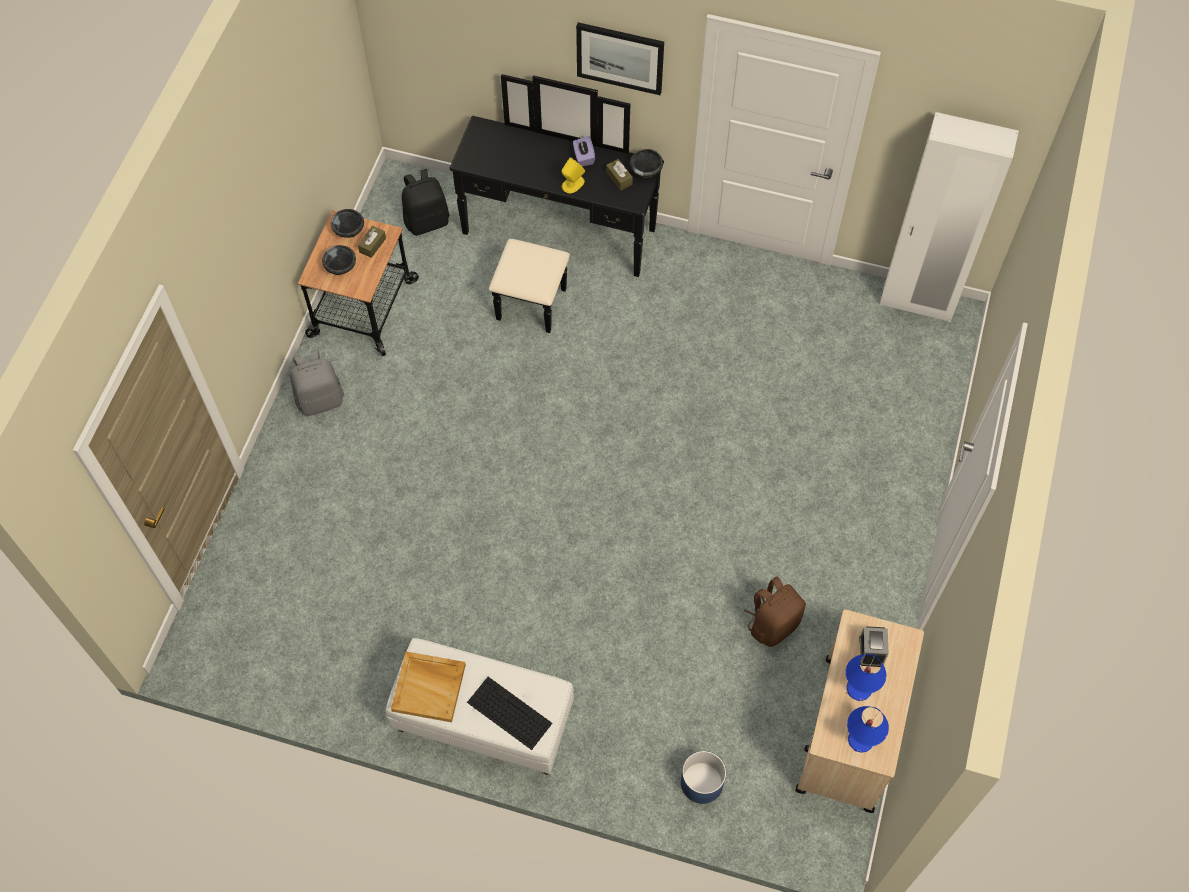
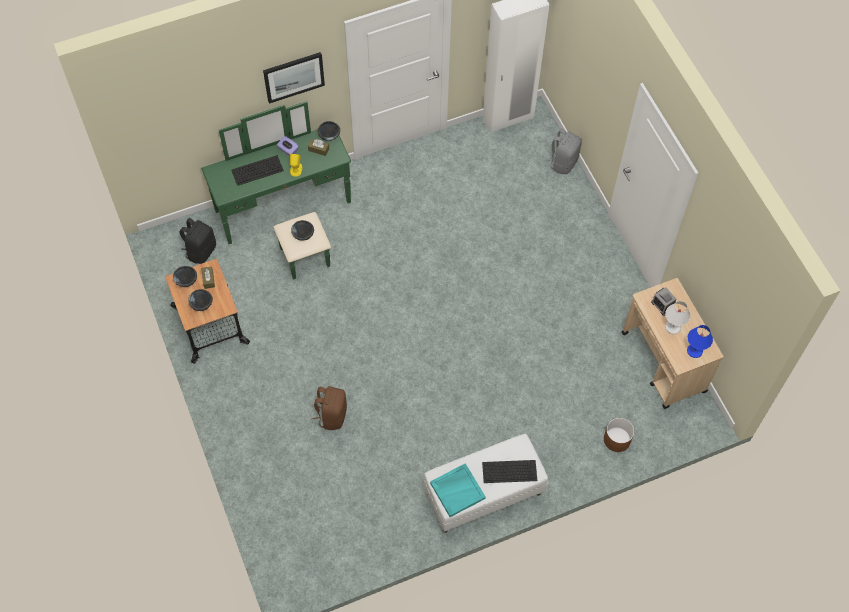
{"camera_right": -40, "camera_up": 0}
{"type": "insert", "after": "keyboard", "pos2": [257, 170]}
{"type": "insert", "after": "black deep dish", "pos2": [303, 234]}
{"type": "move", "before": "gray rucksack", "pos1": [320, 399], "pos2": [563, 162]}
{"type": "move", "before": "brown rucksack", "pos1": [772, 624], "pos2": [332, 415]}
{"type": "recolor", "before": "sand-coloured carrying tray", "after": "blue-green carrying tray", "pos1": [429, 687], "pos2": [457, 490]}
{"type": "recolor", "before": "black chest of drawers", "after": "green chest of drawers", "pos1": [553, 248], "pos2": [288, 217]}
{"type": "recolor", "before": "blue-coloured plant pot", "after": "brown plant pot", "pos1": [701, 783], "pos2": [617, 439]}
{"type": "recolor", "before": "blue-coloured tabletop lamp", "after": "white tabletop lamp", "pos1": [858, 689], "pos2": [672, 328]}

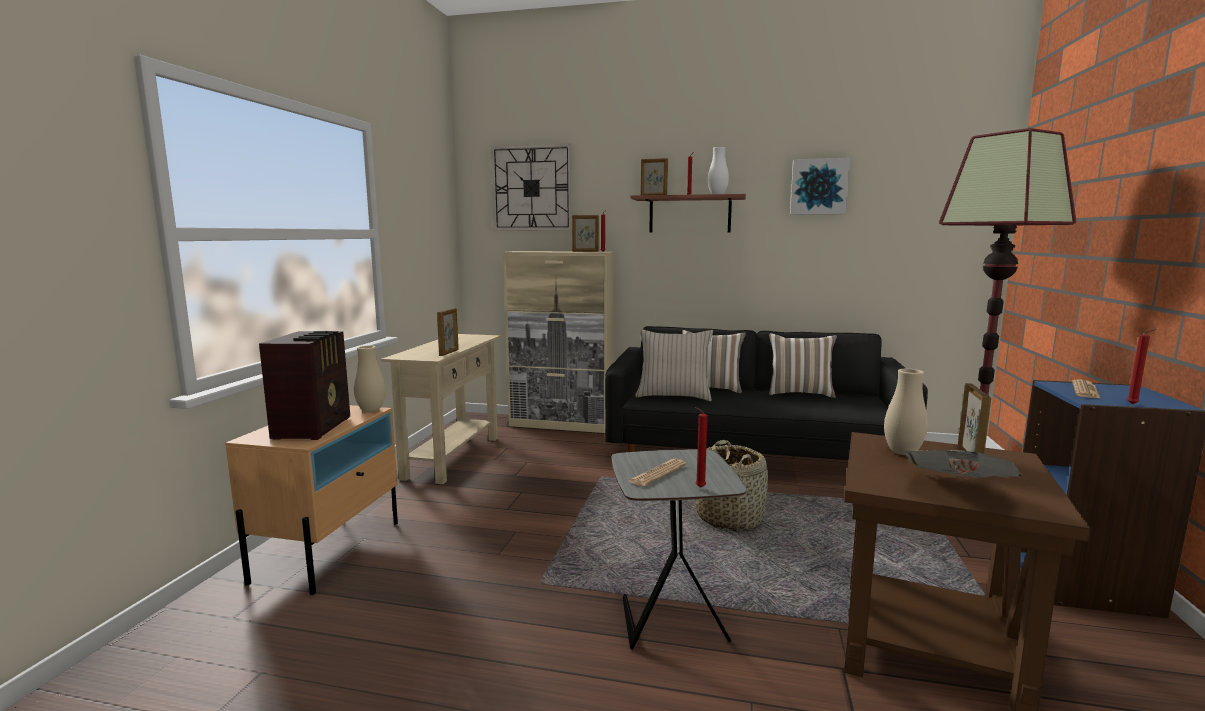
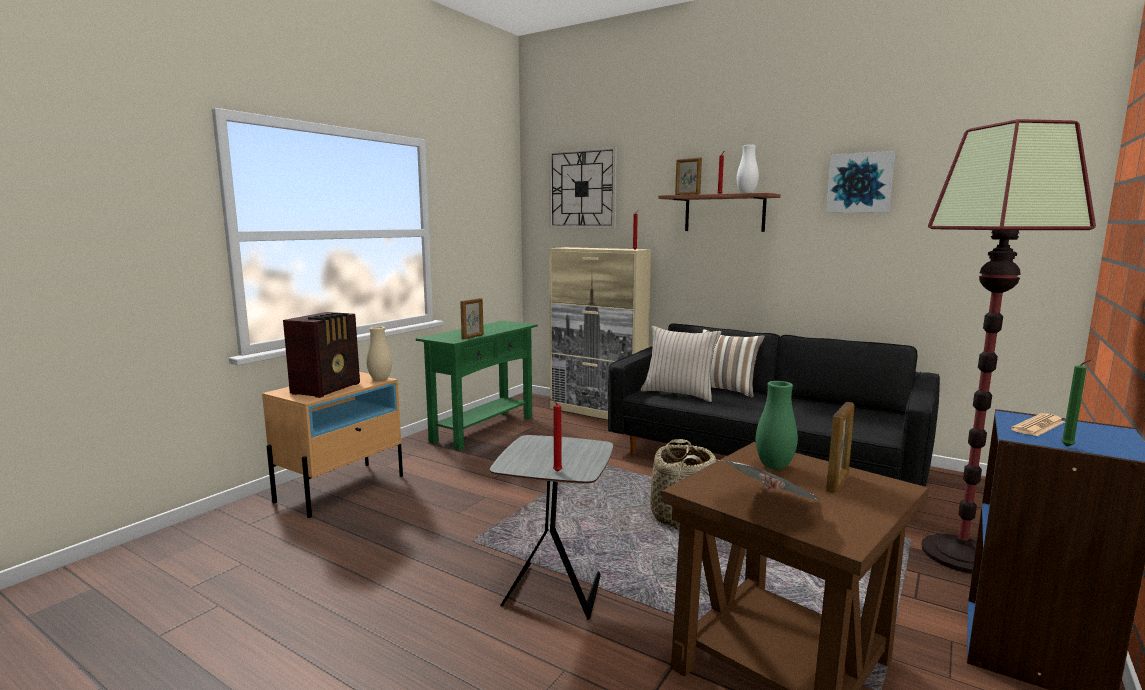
{"camera_right": 20, "camera_up": 0}
{"type": "delete", "before": "picture frame", "pos1": [585, 251]}
{"type": "delete", "before": "newspaper", "pos1": [658, 473]}
{"type": "delete", "before": "throw pillow", "pos1": [800, 393]}
{"type": "recolor", "before": "sand-coloured hall table", "after": "green hall table", "pos1": [452, 457], "pos2": [483, 429]}
{"type": "recolor", "before": "sand-coloured decorative vase", "after": "green decorative vase", "pos1": [902, 452], "pos2": [774, 466]}
{"type": "recolor", "before": "red-coloured candle", "after": "green candle", "pos1": [1134, 404], "pos2": [1069, 447]}

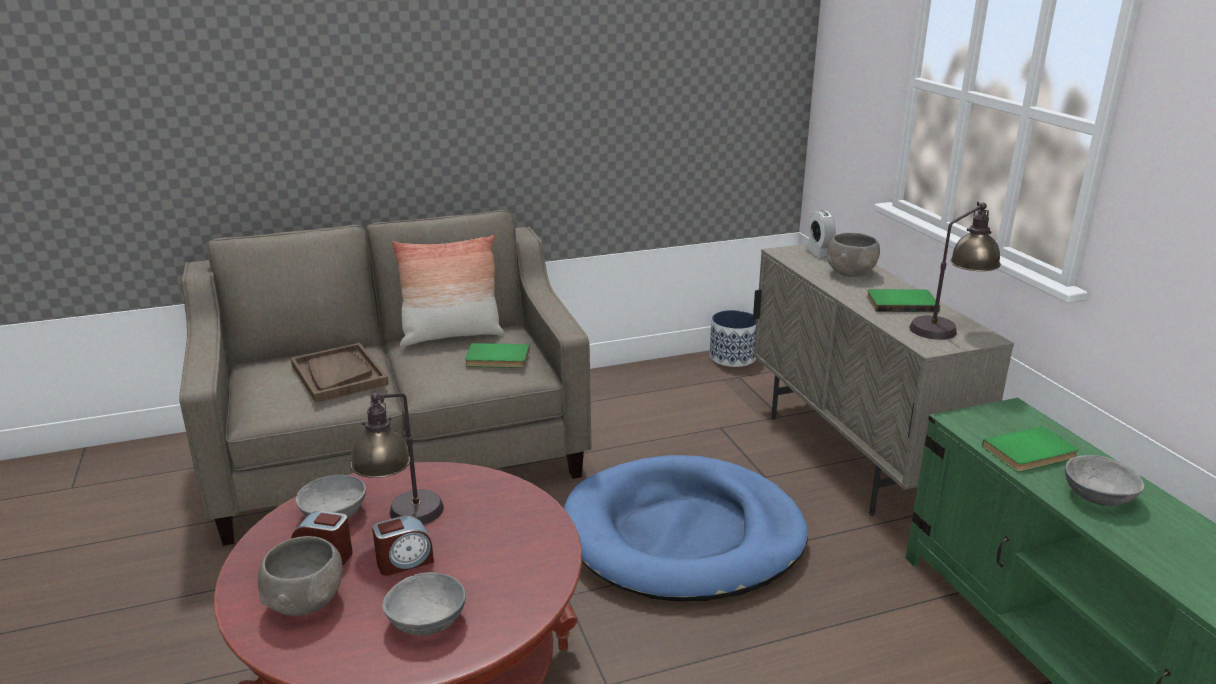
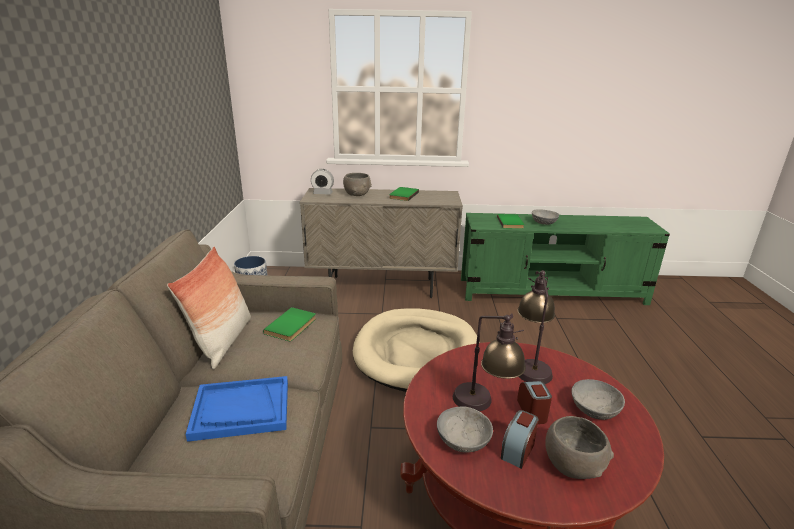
{"camera_right": -70, "camera_up": 0}
{"type": "move", "before": "tabletop lamp", "pos1": [948, 328], "pos2": [531, 364]}
{"type": "recolor", "before": "brown carrying tray", "after": "blue-coloured carrying tray", "pos1": [339, 375], "pos2": [241, 410]}
{"type": "recolor", "before": "blue-coloured dog bed", "after": "sand-coloured dog bed", "pos1": [683, 535], "pos2": [417, 352]}

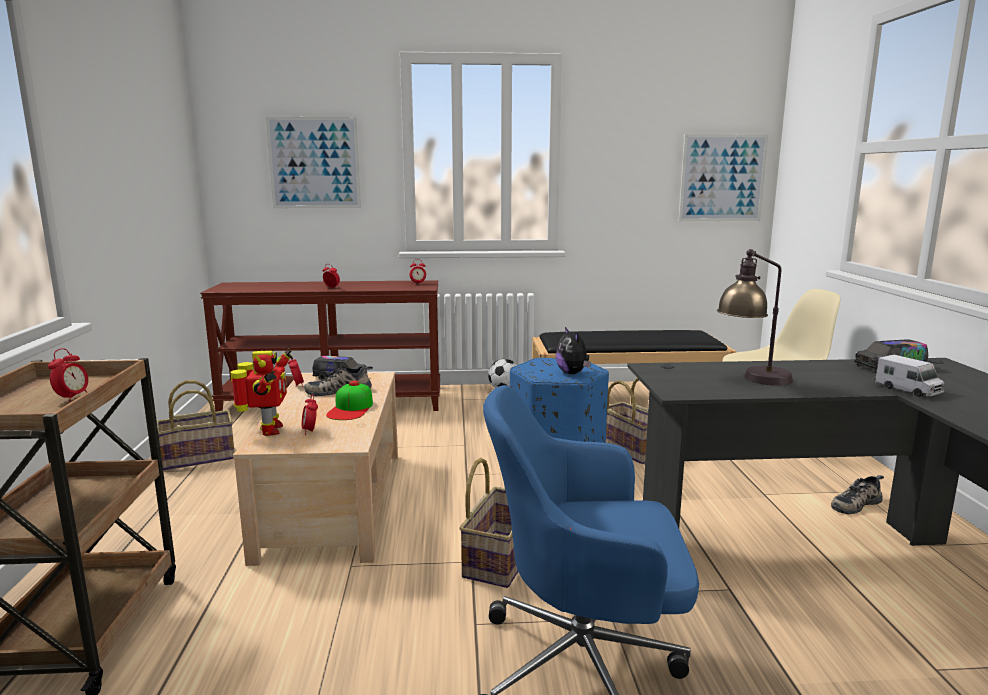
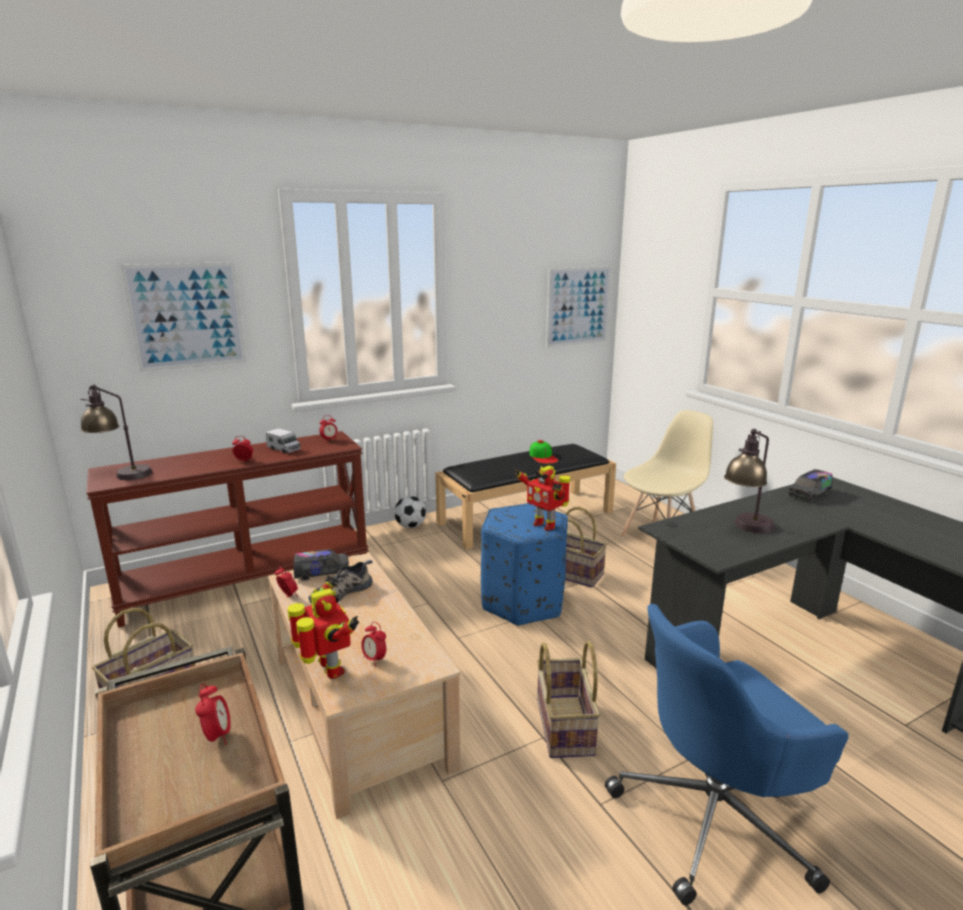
{"camera_right": -25, "camera_up": 5}
{"type": "delete", "before": "shoe", "pos1": [855, 503]}
{"type": "insert", "after": "tabletop lamp", "pos2": [121, 474]}
{"type": "move", "before": "peaked cap", "pos1": [351, 408], "pos2": [543, 457]}
{"type": "move", "before": "toy lorry", "pos1": [908, 390], "pos2": [284, 449]}
{"type": "replace", "before": "plush toy", "after": "robot figure", "pos1": [573, 373], "pos2": [544, 525]}

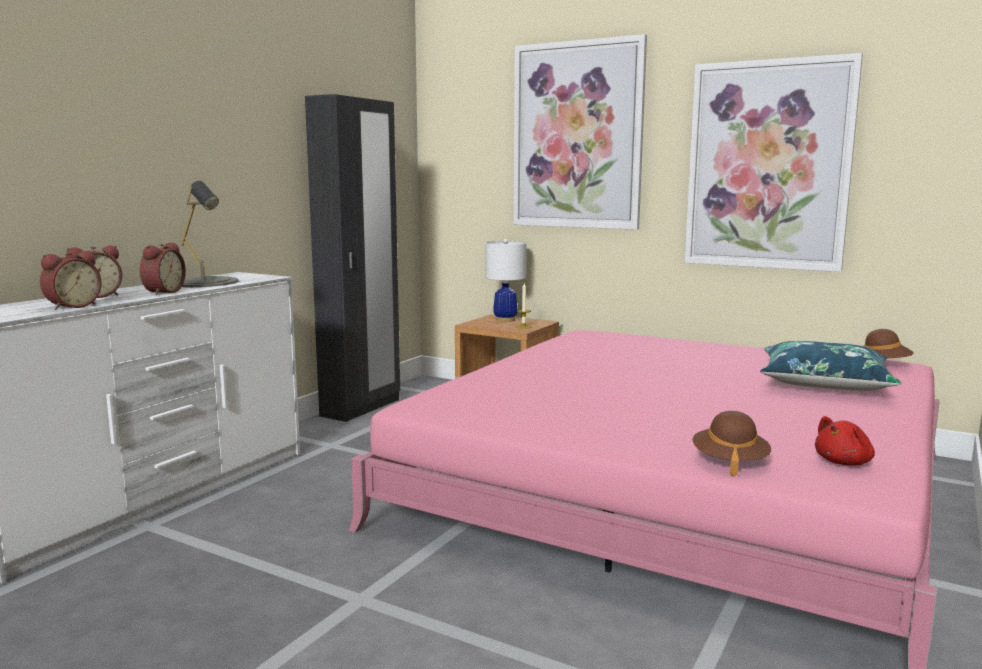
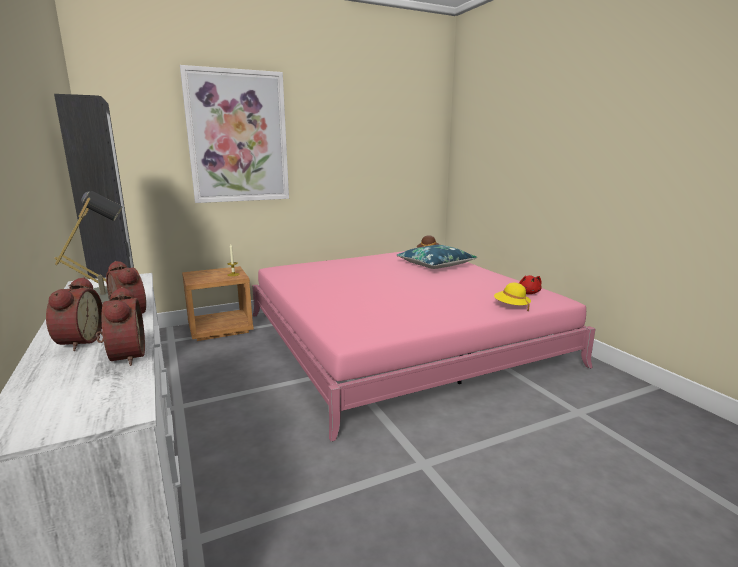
{"camera_right": -55, "camera_up": 5}
{"type": "delete", "before": "white tabletop lamp", "pos1": [505, 320]}
{"type": "delete", "before": "picture", "pos1": [768, 165]}
{"type": "recolor", "before": "brown hat", "after": "yellowish hat", "pos1": [729, 462], "pos2": [511, 306]}

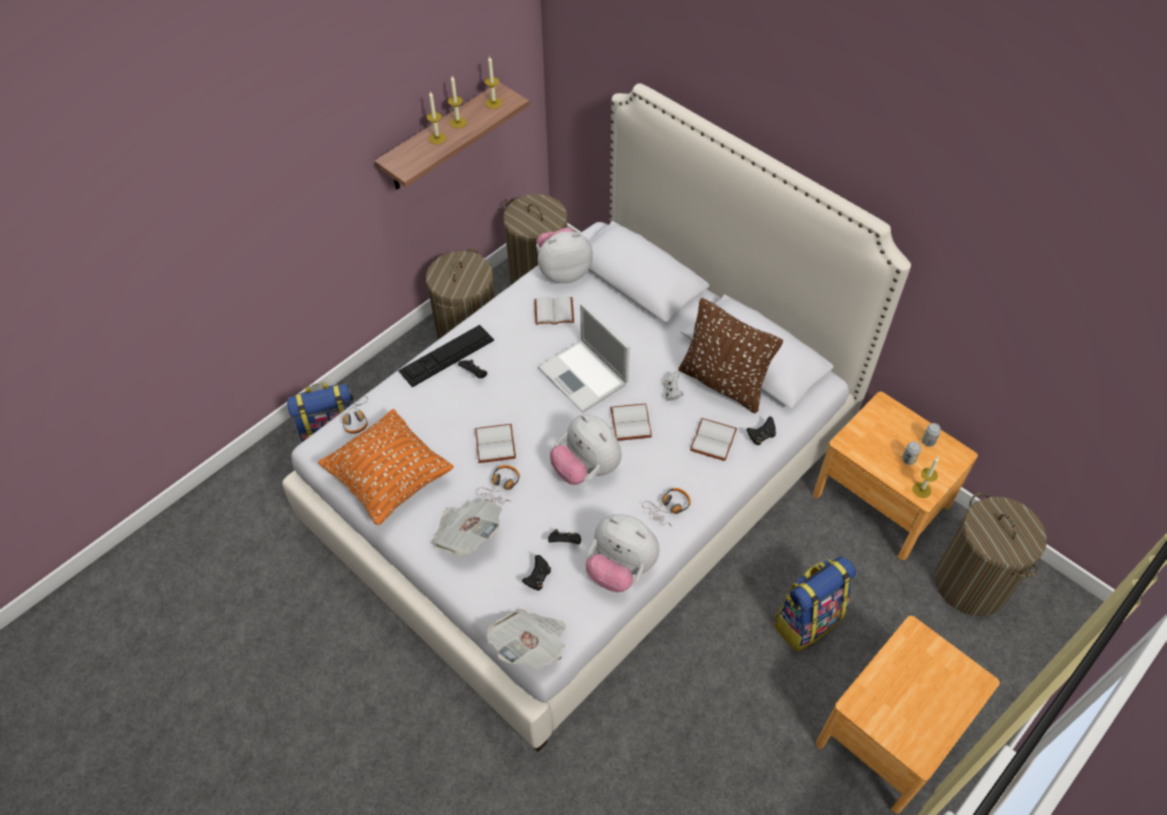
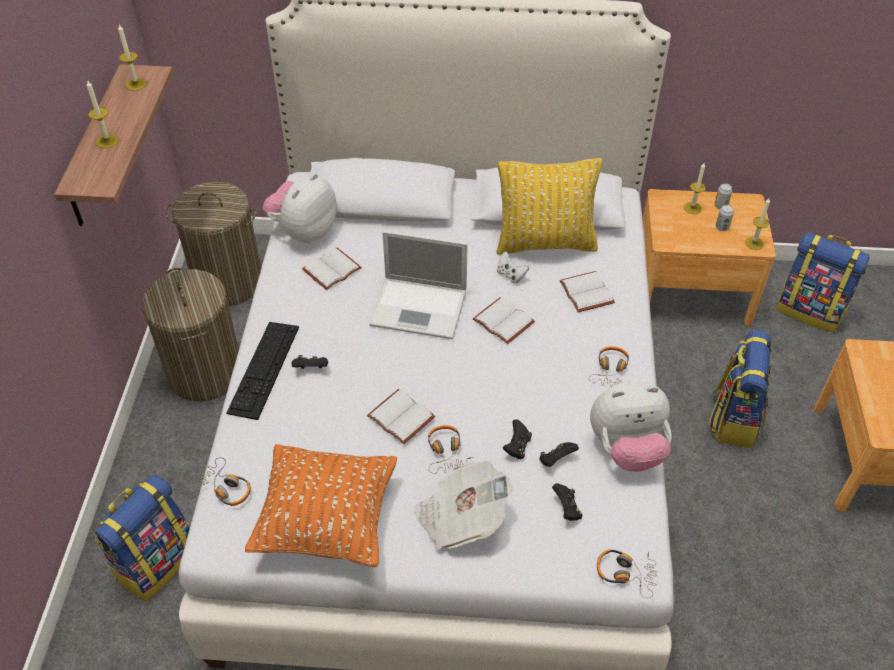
{"camera_right": -40, "camera_up": -5}
{"type": "delete", "before": "plush toy", "pos1": [586, 468]}
{"type": "move", "before": "candle", "pos1": [458, 122], "pos2": [692, 208]}
{"type": "move", "before": "black joypad", "pos1": [761, 436], "pos2": [517, 447]}
{"type": "replace", "before": "newspaper", "after": "headphones", "pos1": [531, 646], "pos2": [626, 573]}
{"type": "replace", "before": "hamper", "after": "rucksack", "pos1": [971, 583], "pos2": [810, 310]}
{"type": "recolor", "before": "brown throw pillow", "after": "yellowish throw pillow", "pos1": [723, 383], "pos2": [545, 243]}

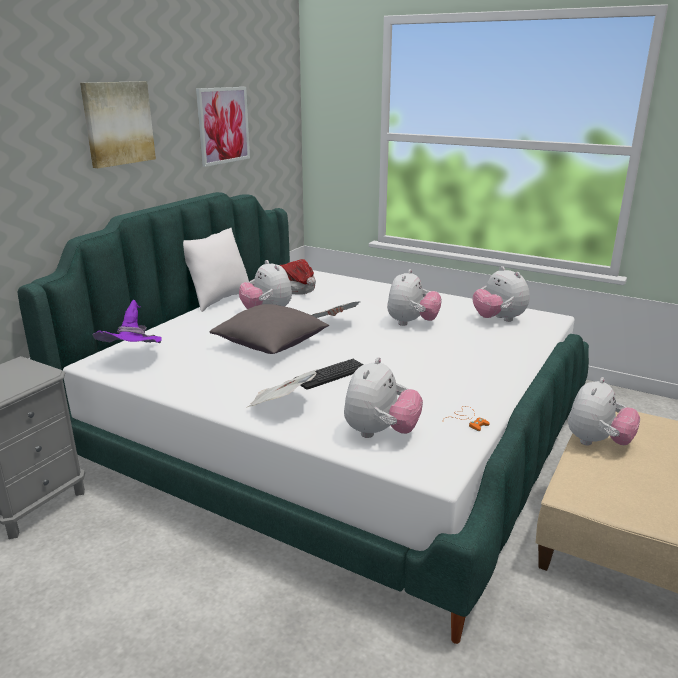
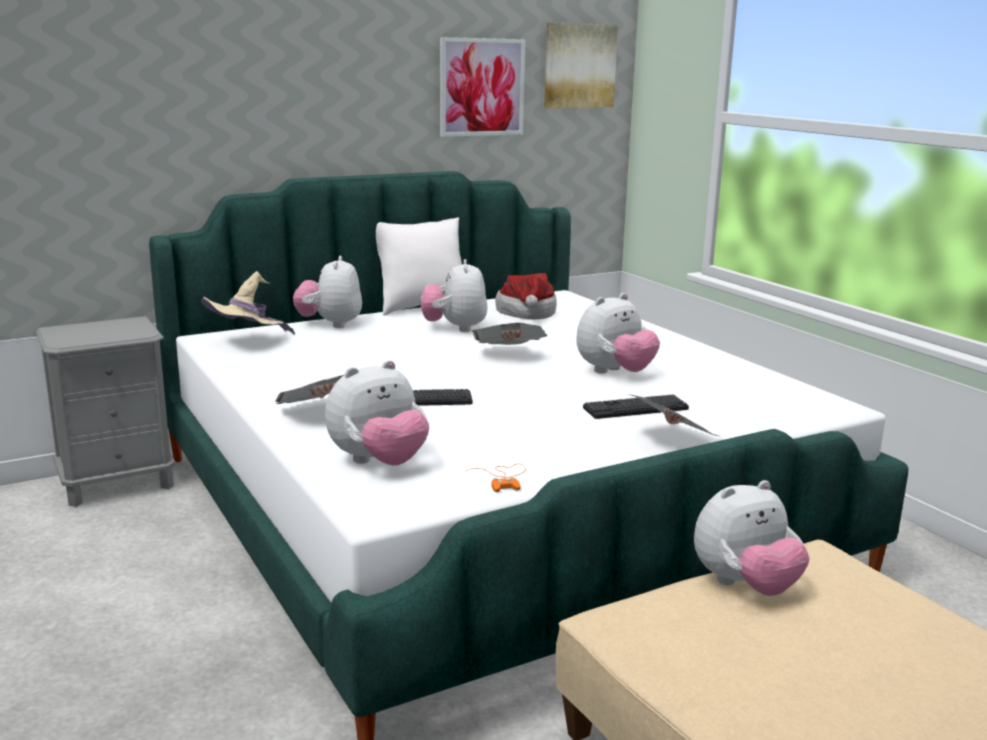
{"camera_right": 30, "camera_up": -5}
{"type": "delete", "before": "gray throw pillow", "pos1": [271, 345]}
{"type": "insert", "after": "keyboard", "pos2": [635, 408]}
{"type": "insert", "after": "newspaper", "pos2": [674, 441]}
{"type": "move", "before": "picture", "pos1": [118, 123], "pos2": [579, 65]}
{"type": "move", "before": "plush toy", "pos1": [498, 319], "pos2": [330, 324]}
{"type": "recolor", "before": "purple hat", "after": "sand-coloured hat", "pos1": [135, 359], "pos2": [248, 343]}

